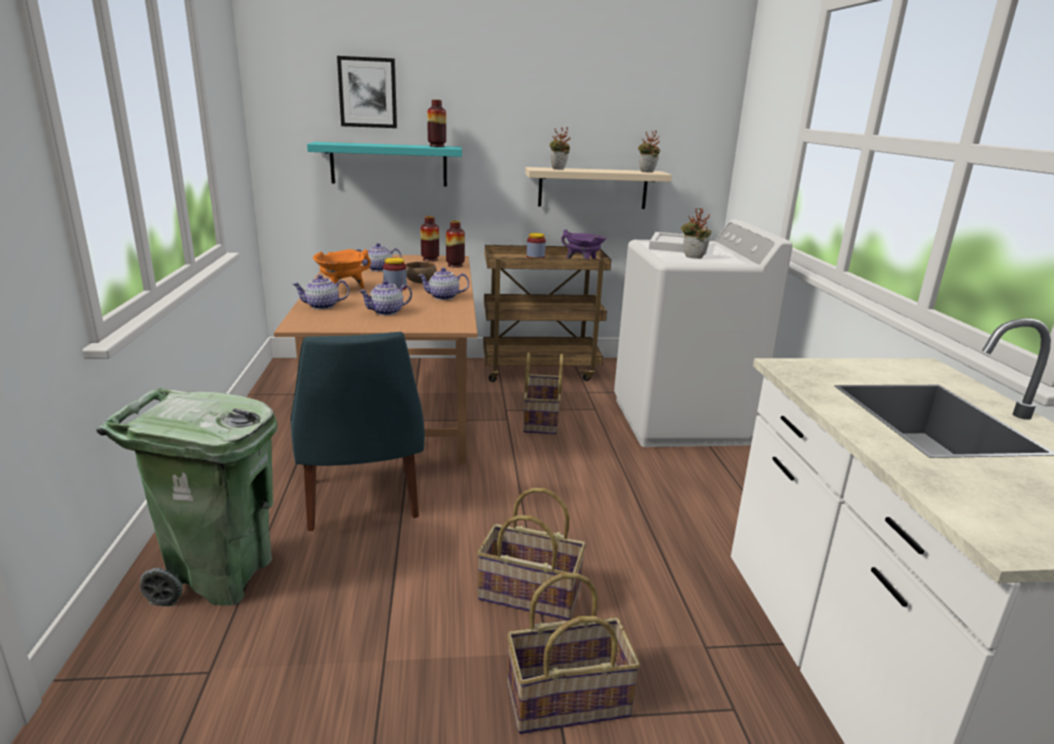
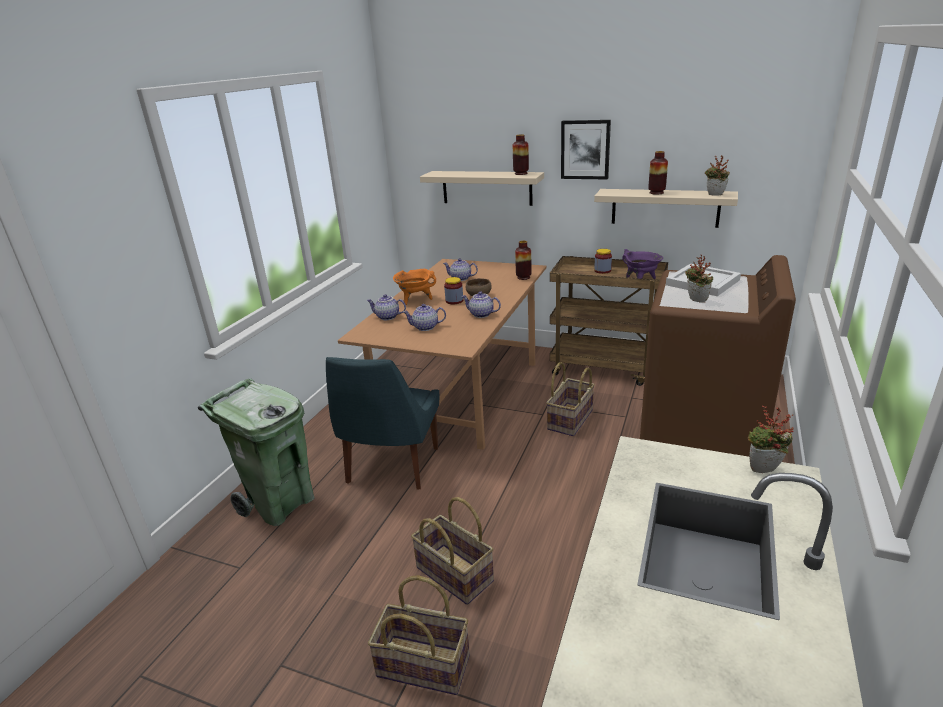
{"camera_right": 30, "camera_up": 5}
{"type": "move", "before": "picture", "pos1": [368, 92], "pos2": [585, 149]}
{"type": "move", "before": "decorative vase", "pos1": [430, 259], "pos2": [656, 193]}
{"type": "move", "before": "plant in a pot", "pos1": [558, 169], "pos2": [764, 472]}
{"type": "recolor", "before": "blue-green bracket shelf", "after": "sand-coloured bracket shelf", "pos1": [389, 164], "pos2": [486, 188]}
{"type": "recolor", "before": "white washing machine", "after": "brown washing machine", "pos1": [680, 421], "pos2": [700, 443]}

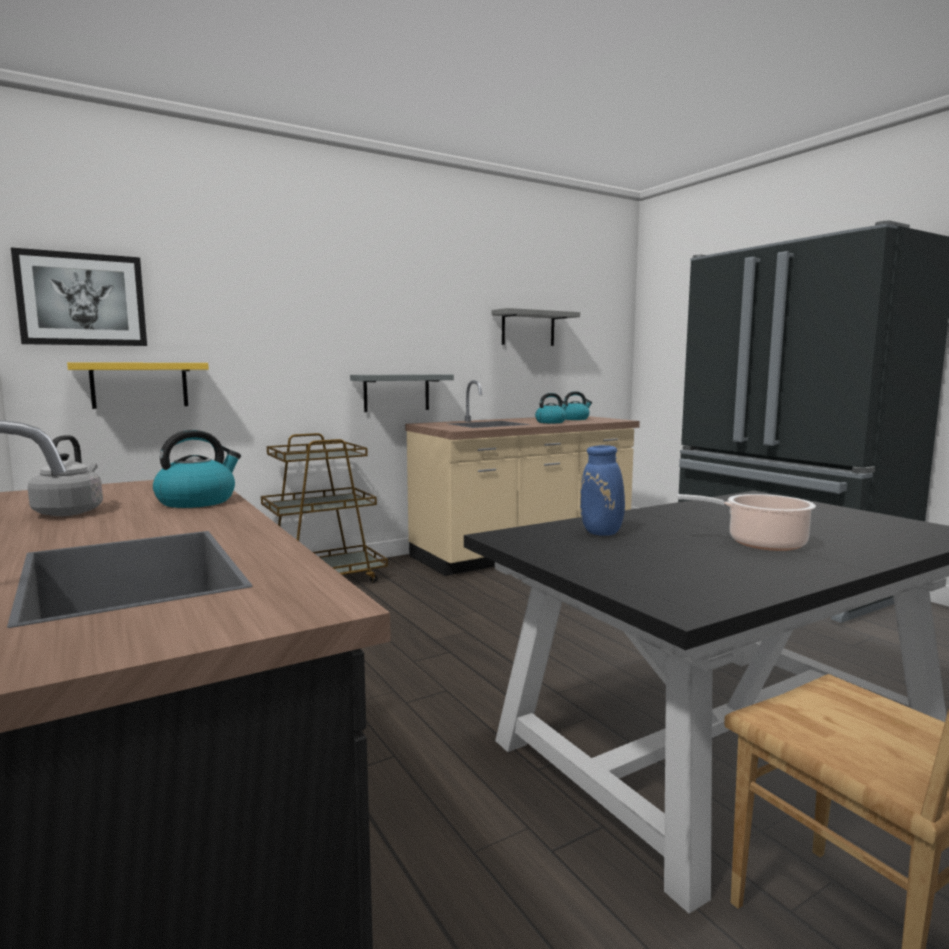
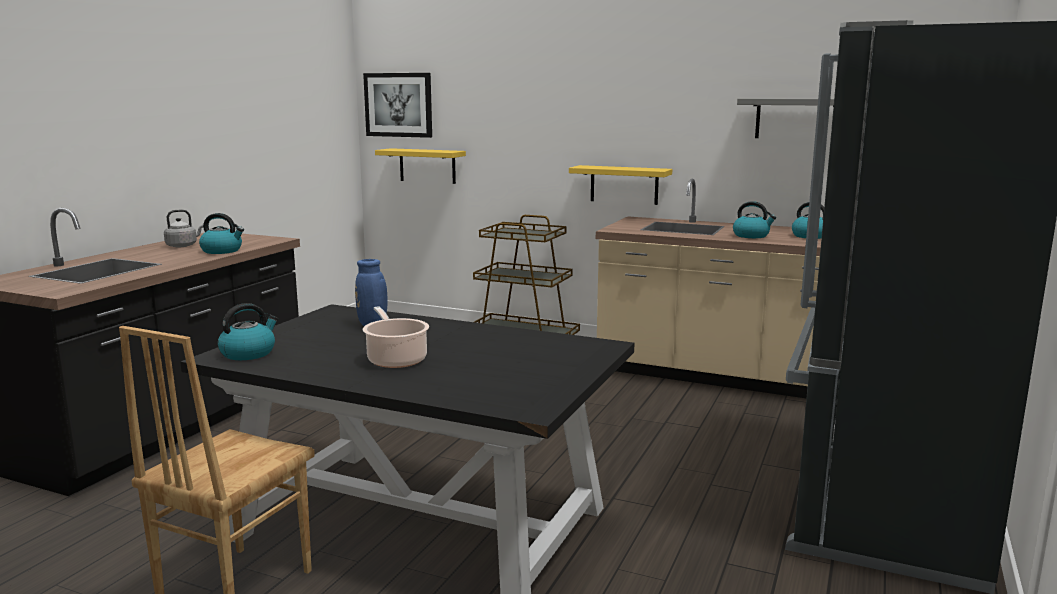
{"camera_right": 55, "camera_up": 5}
{"type": "insert", "after": "kettle", "pos2": [248, 353]}
{"type": "recolor", "before": "gray bracket shelf", "after": "yellowish bracket shelf", "pos1": [396, 392], "pos2": [624, 185]}

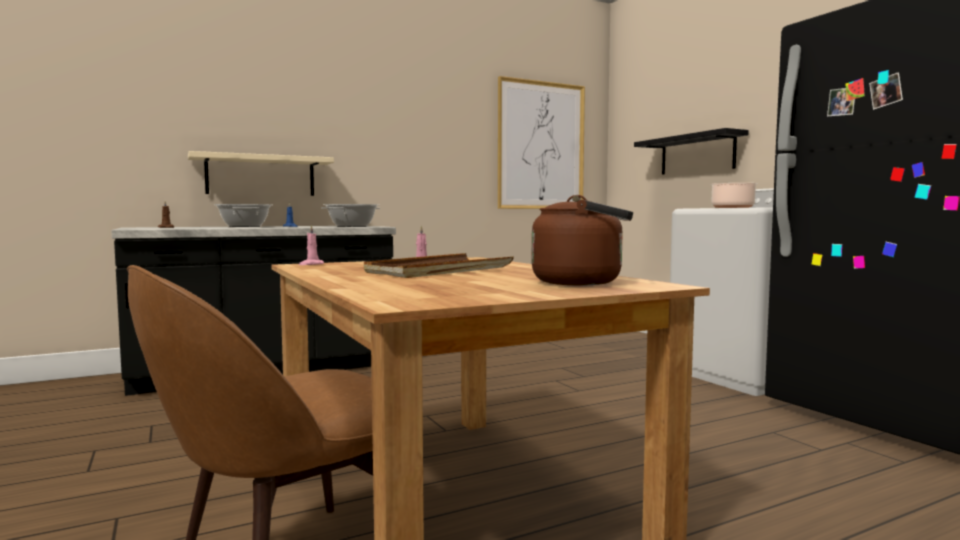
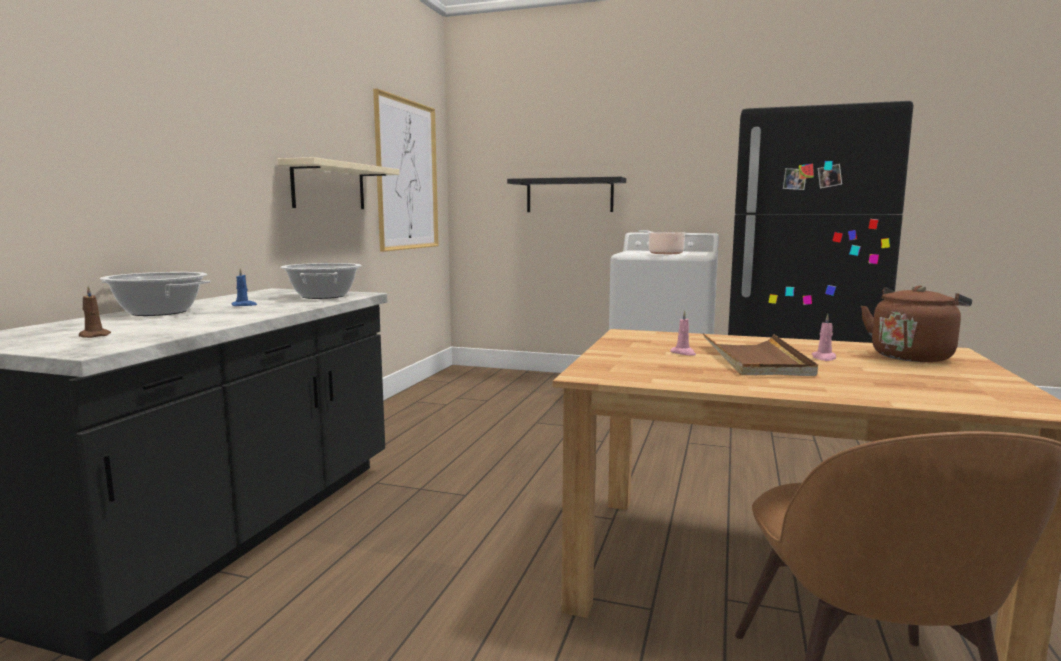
{"camera_right": -45, "camera_up": 5}
{"type": "move", "before": "sand-coloured bracket shelf", "pos1": [261, 176], "pos2": [329, 186]}
{"type": "move", "before": "pink candle", "pos1": [311, 264], "pos2": [824, 358]}

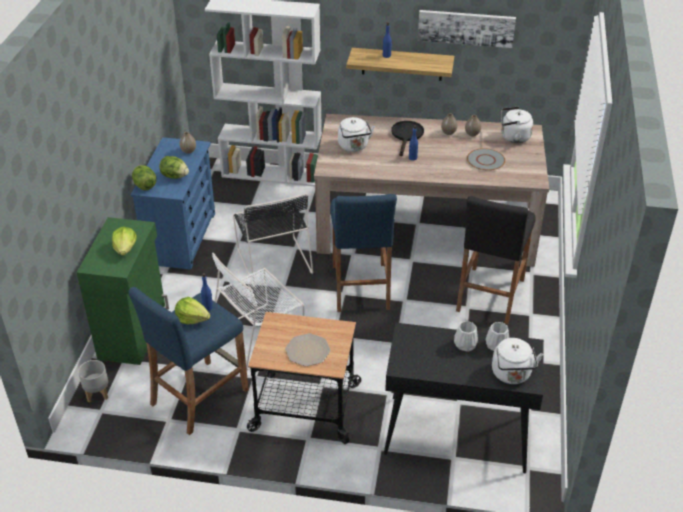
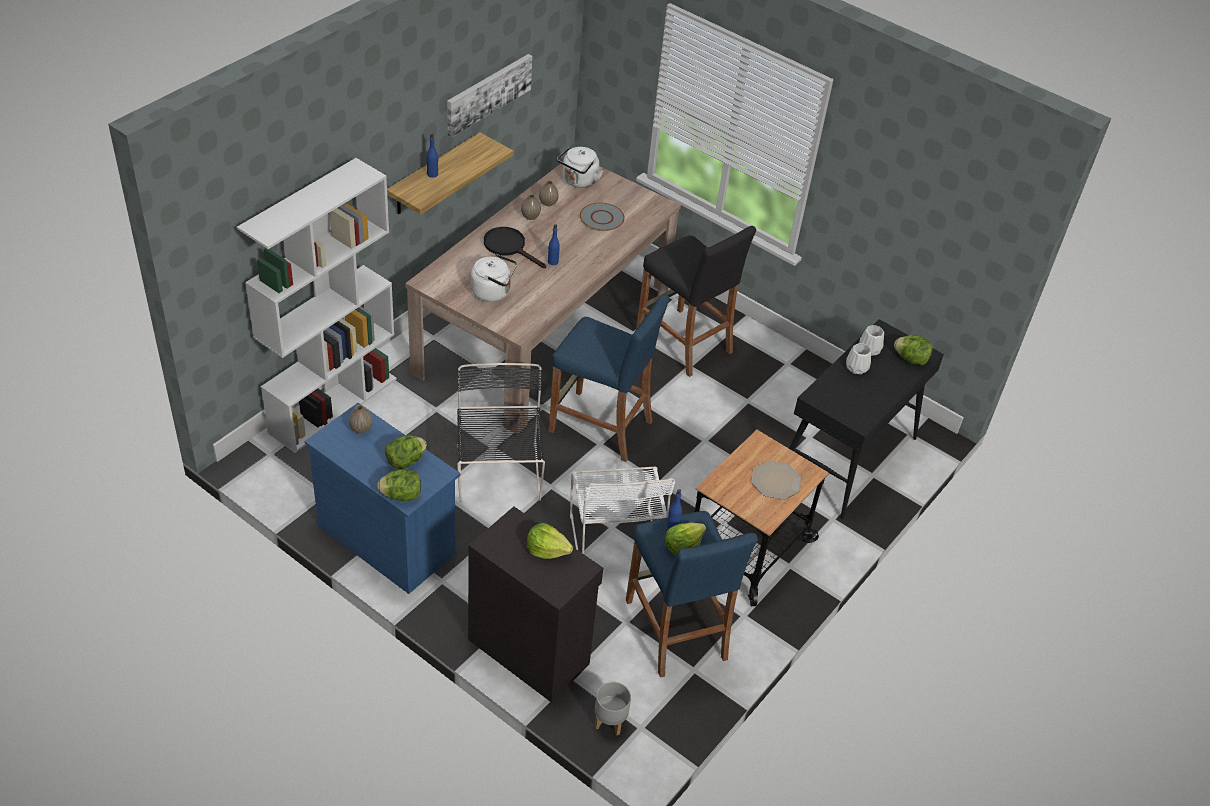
{"camera_right": -65, "camera_up": 5}
{"type": "replace", "before": "white kettle", "after": "lettuce", "pos1": [512, 375], "pos2": [911, 359]}
{"type": "recolor", "before": "green cupboard", "after": "black cupboard", "pos1": [134, 332], "pos2": [529, 650]}
{"type": "rotate", "before": "black chair", "pos1": [274, 259], "pos2": [498, 474], "turn": -105}

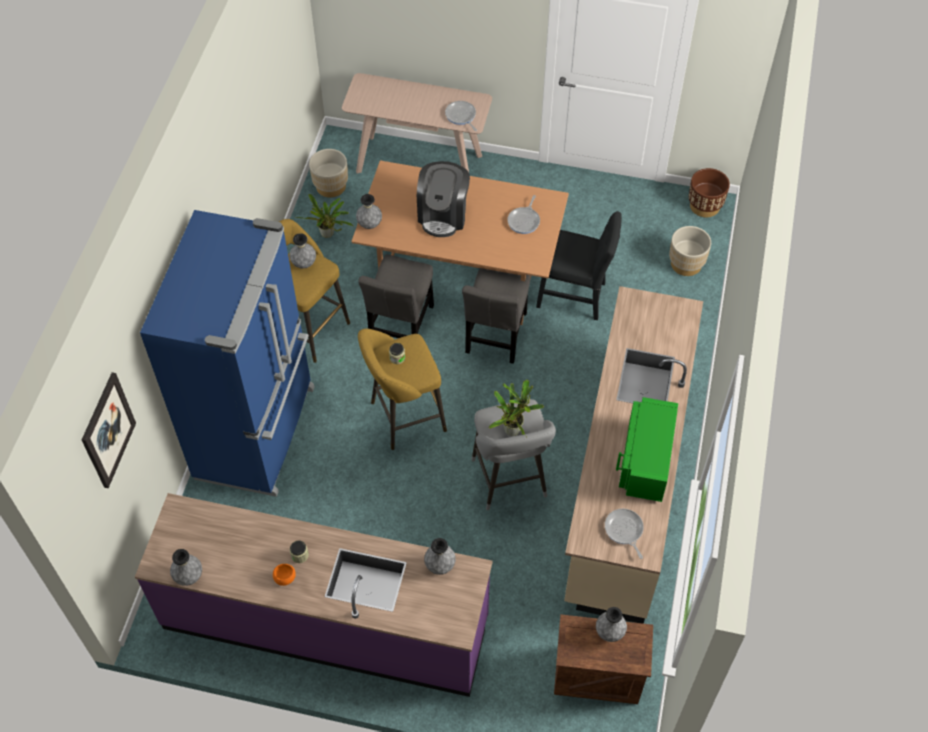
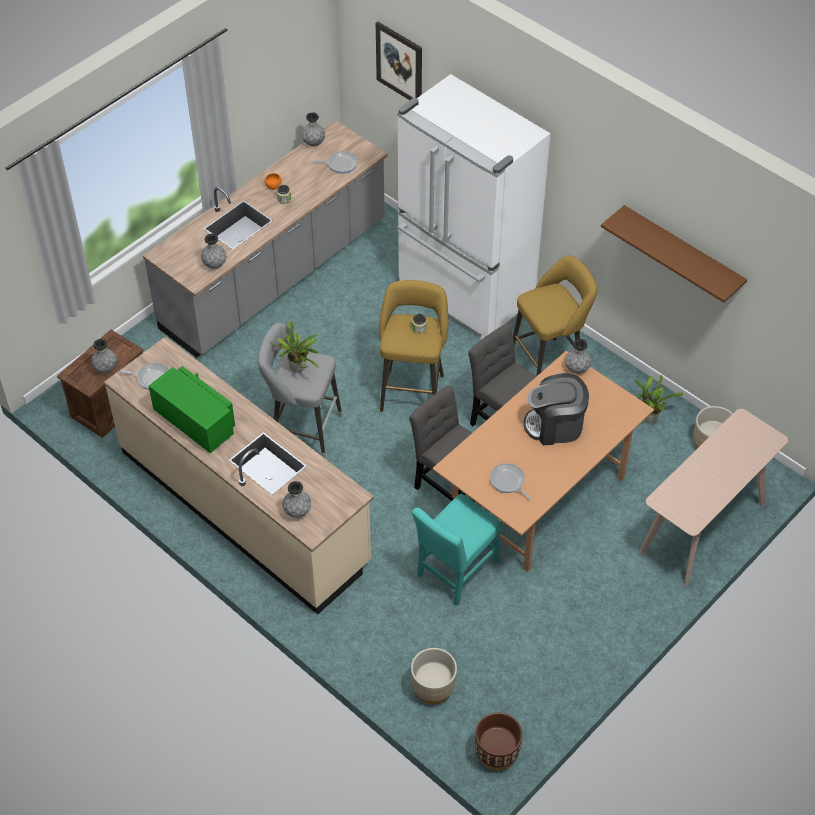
{"camera_right": 120, "camera_up": -5}
{"type": "insert", "after": "brown bracket shelf", "pos2": [682, 252]}
{"type": "move", "before": "gray decorative vase", "pos1": [304, 264], "pos2": [297, 512]}
{"type": "move", "before": "pan", "pos1": [461, 116], "pos2": [340, 164]}
{"type": "recolor", "before": "purple counter", "after": "gray counter", "pos1": [326, 622], "pos2": [275, 276]}
{"type": "recolor", "before": "blue-coloured refrigerator", "after": "white refrigerator", "pos1": [258, 432], "pos2": [464, 297]}
{"type": "recolor", "before": "black chair", "after": "blue-green chair", "pos1": [575, 296], "pos2": [455, 572]}
{"type": "rotate", "before": "coffee maker", "pos1": [443, 214], "pos2": [555, 425], "turn": -45}

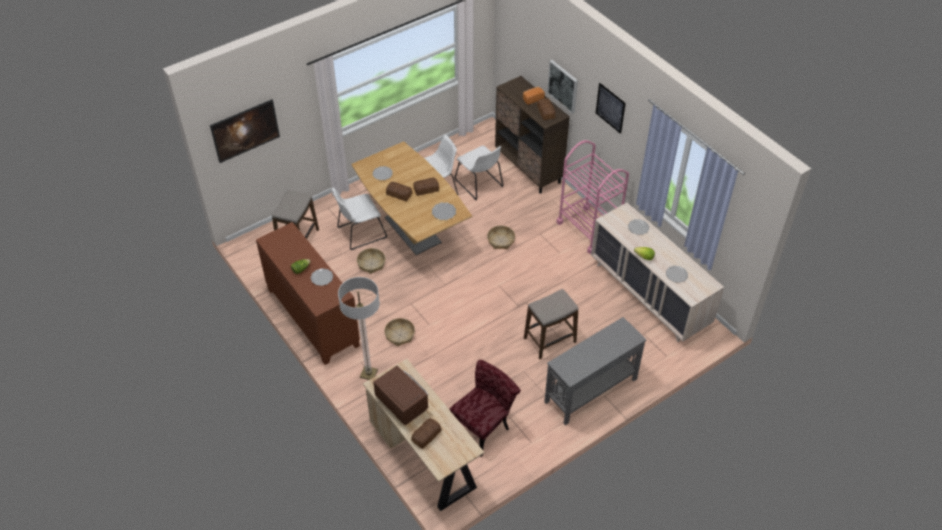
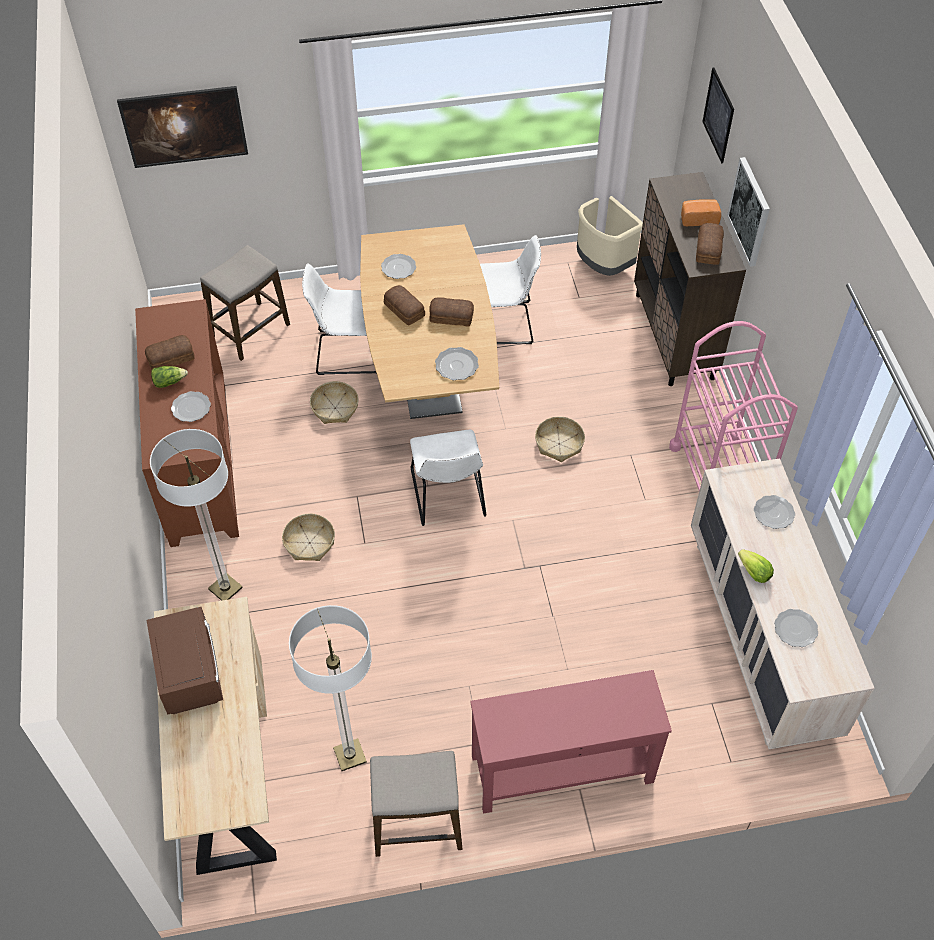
{"camera_right": 25, "camera_up": 5}
{"type": "insert", "after": "sand-coloured trash can", "pos2": [603, 265]}
{"type": "move", "before": "baked bread", "pos1": [425, 436], "pos2": [170, 358]}
{"type": "move", "before": "white chair", "pos1": [480, 184], "pos2": [448, 496]}
{"type": "move", "before": "sitting stool", "pos1": [550, 340], "pos2": [417, 824]}
{"type": "move", "before": "picture", "pos1": [610, 108], "pos2": [718, 115]}
{"type": "replace", "before": "red-coloured chair", "after": "standard lamp", "pos1": [484, 426], "pos2": [350, 755]}
{"type": "recolor", "before": "gray hall table", "after": "red-coloured hall table", "pos1": [590, 390], "pos2": [561, 769]}

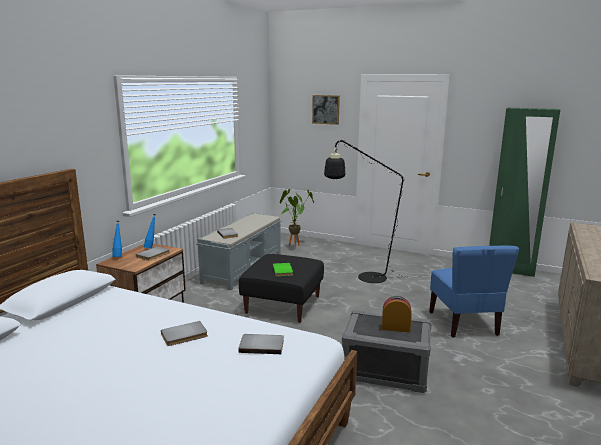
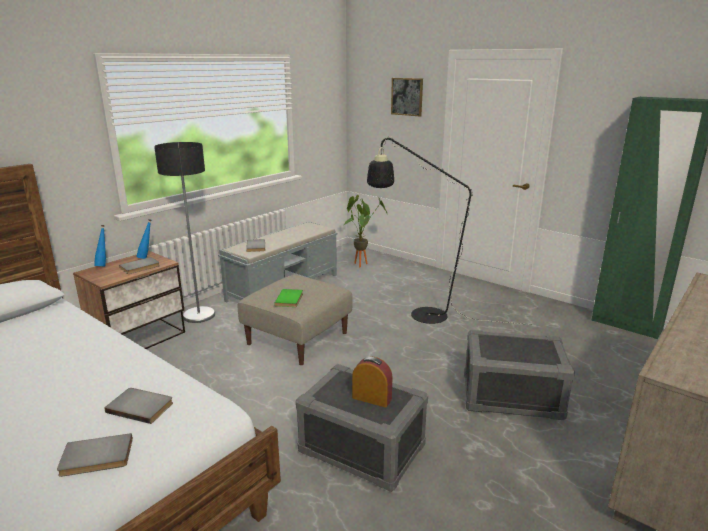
{"camera_right": 15, "camera_up": 5}
{"type": "insert", "after": "standard lamp", "pos2": [199, 315]}
{"type": "move", "before": "gray bound book", "pos1": [184, 335], "pos2": [96, 458]}
{"type": "replace", "before": "blue-coloured chair", "after": "gray storage box", "pos1": [464, 323], "pos2": [511, 396]}
{"type": "recolor", "before": "black pouffe", "after": "sand-coloured pouffe", "pos1": [283, 304], "pos2": [297, 338]}

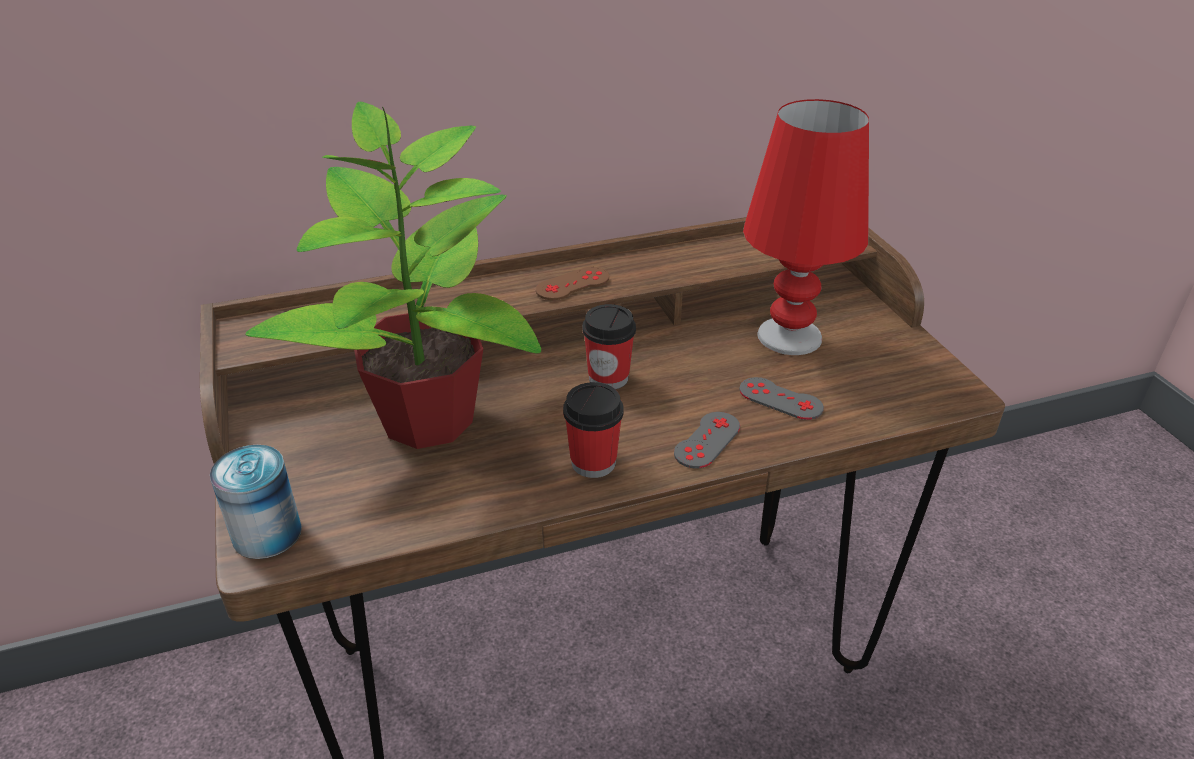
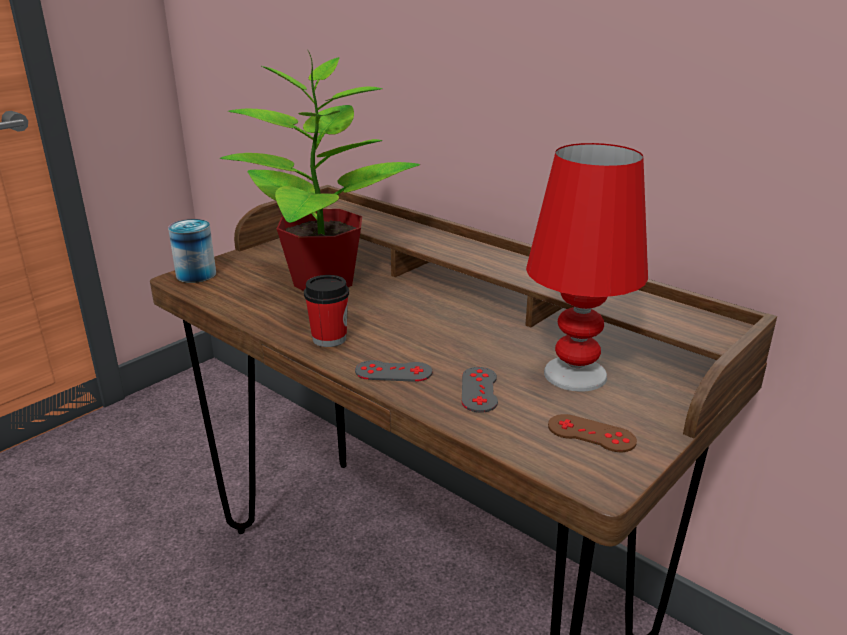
{"camera_right": 60, "camera_up": -10}
{"type": "delete", "before": "small cup", "pos1": [608, 378]}
{"type": "move", "before": "brown joypad", "pos1": [573, 284], "pos2": [591, 434]}

